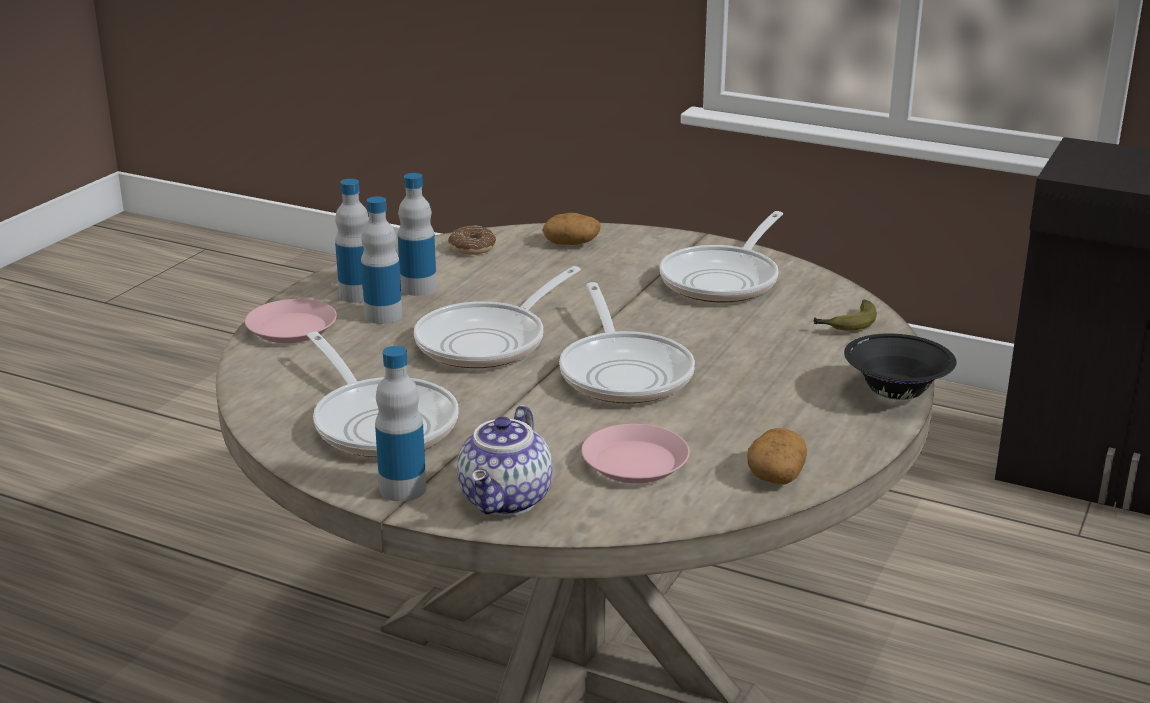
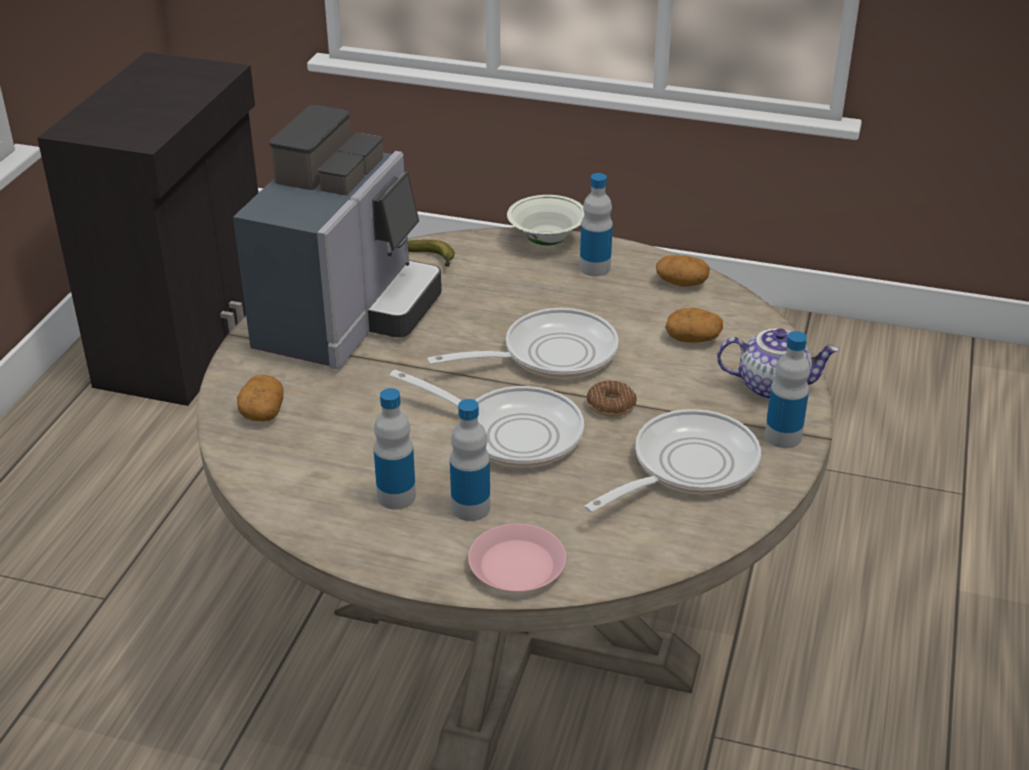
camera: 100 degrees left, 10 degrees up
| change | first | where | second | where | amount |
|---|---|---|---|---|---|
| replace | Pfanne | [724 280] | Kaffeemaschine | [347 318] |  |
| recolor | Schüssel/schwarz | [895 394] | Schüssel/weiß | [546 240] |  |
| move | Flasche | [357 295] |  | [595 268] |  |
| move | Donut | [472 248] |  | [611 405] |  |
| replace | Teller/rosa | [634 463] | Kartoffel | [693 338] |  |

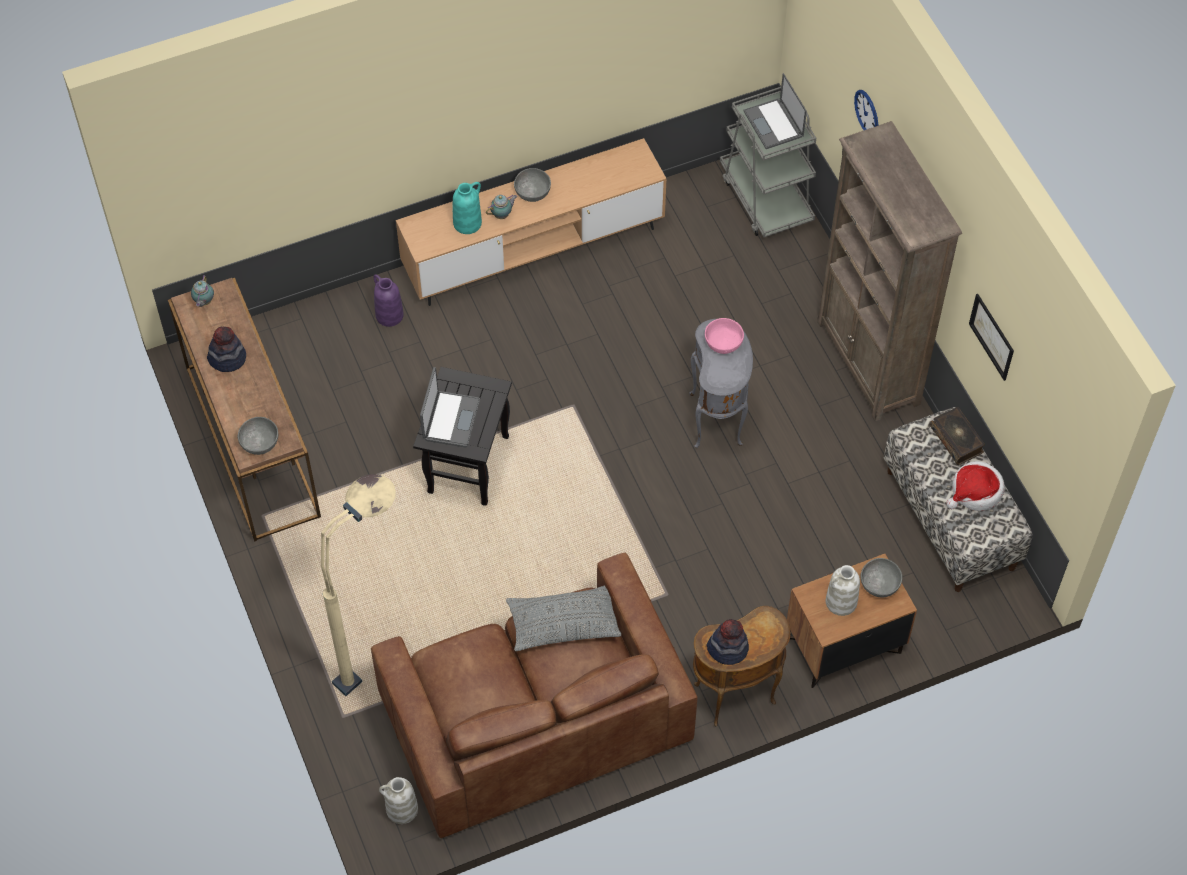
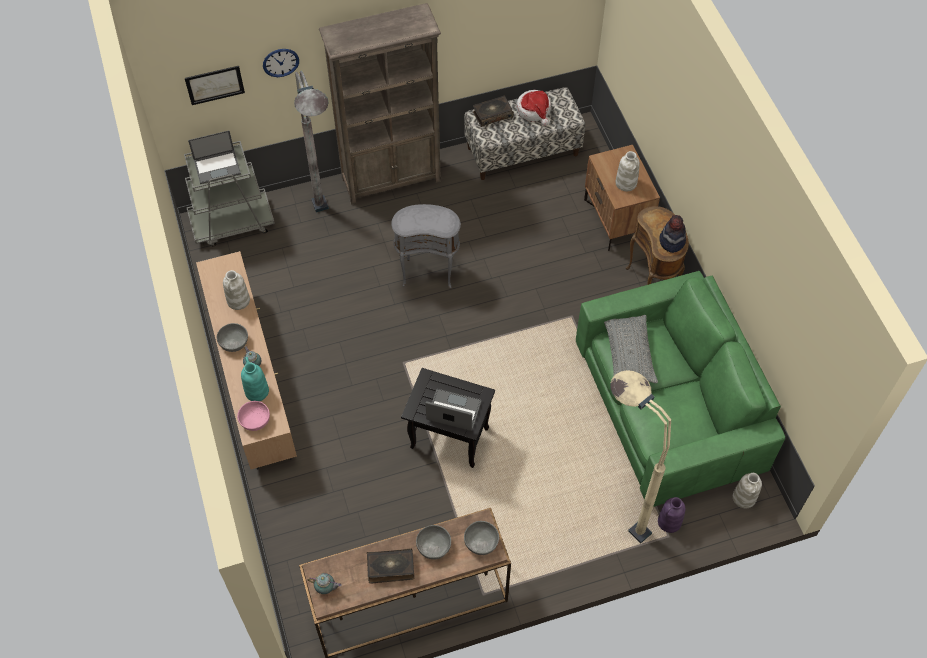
camera: 85 degrees left, 0 degrees up
| change | first | where | second | where | amount |
|---|---|---|---|---|---|
| move | Bild | [991 336] |  | [214 85] |  |
| insert |  |  | Vase/weiß | [238 301] |  |
| move | Schüssel/rosa | [723 342] |  | [255 420] |  |
| insert |  |  | Stehlampe/grau | [328 228] |  |
| replace | Hut | [227 358] | Buch | [390 568] |  |
| move | Schüssel/grau | [879 584] |  | [434 546] |  |
| recolor | Sofa/braun | [534 718] | Sofa/grün | [669 406] |  |
| move | Vase/lila | [389 315] |  | [669 522] |  |

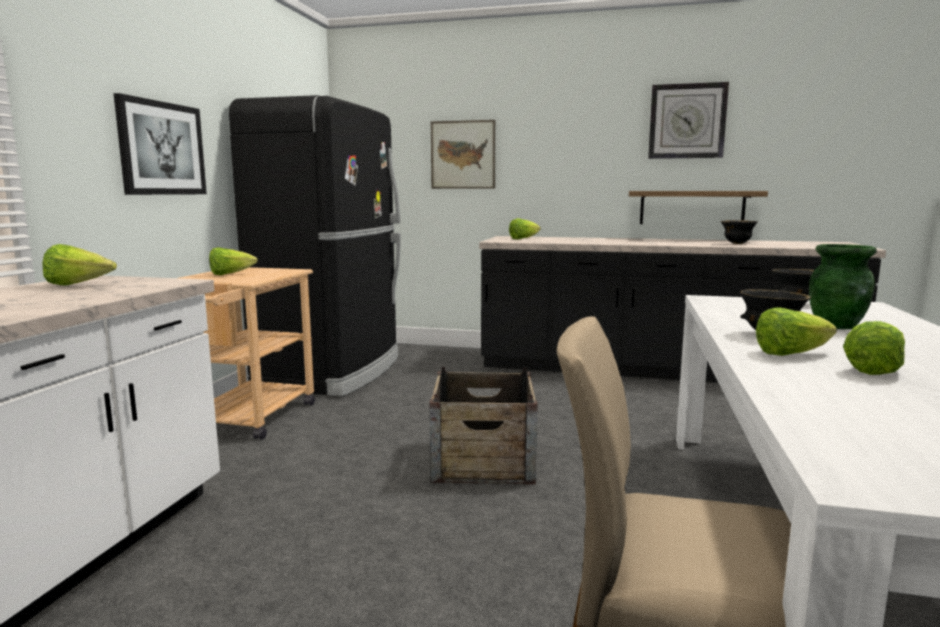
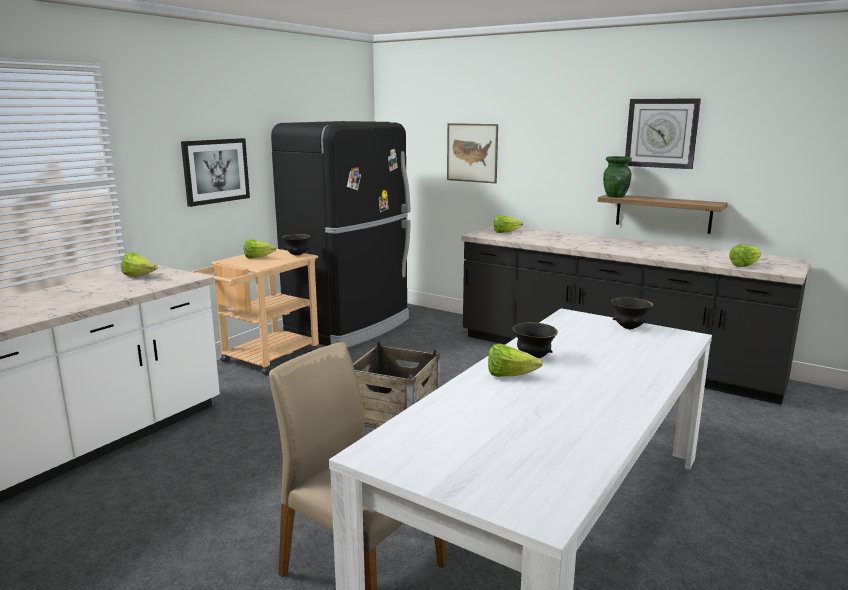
camera: 20 degrees right, 5 degrees up
| change | first | where | second | where | amount |
|---|---|---|---|---|---|
| move | Schüssel/schwarz | [737 244] |  | [297 255] |  |
| move | Vase/grün | [837 325] |  | [616 196] |  |
| move | Salatkopf | [874 369] |  | [744 265] |  |

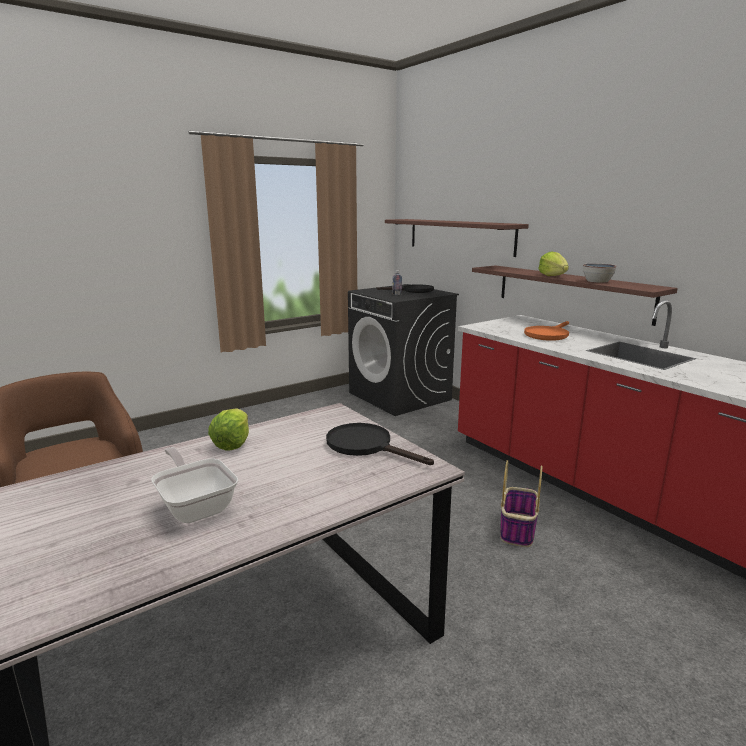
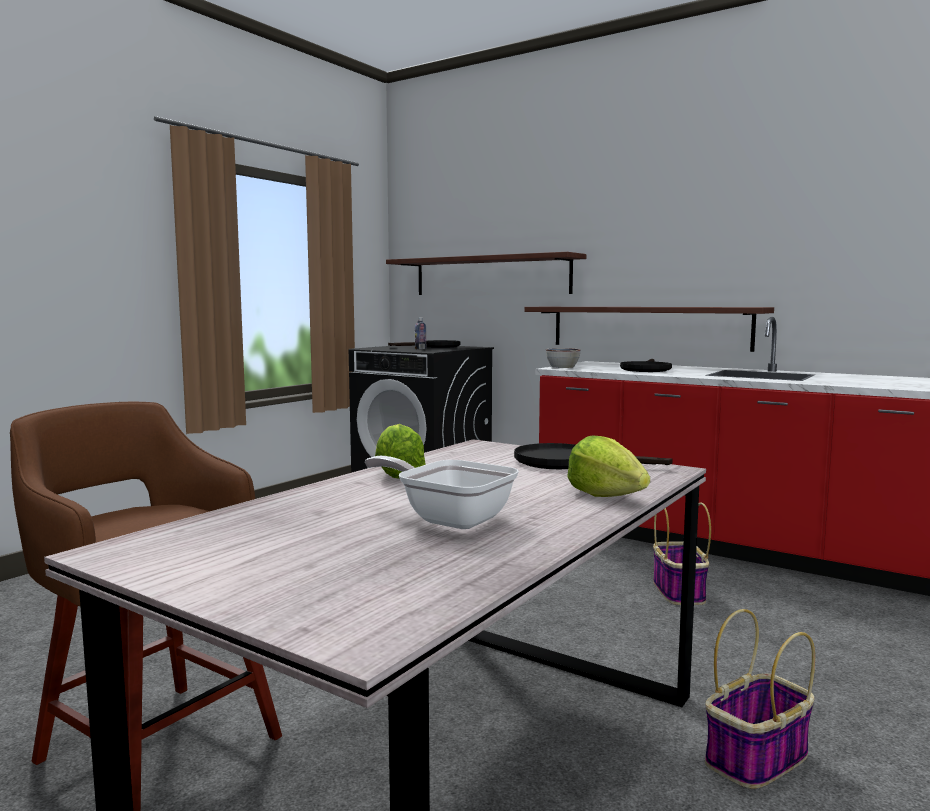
camera: 20 degrees left, 10 degrees down
| change | first | where | second | where | amount |
|---|---|---|---|---|---|
| move | Schüssel | [597 281] |  | [562 367] |  |
| move | Salatkopf | [553 276] |  | [606 495] |  |
| recolor | Pfanne/orange | [548 334] | Pfanne/schwarz | [645 369] |  |
| insert |  |  | Korb | [756 759] |  |

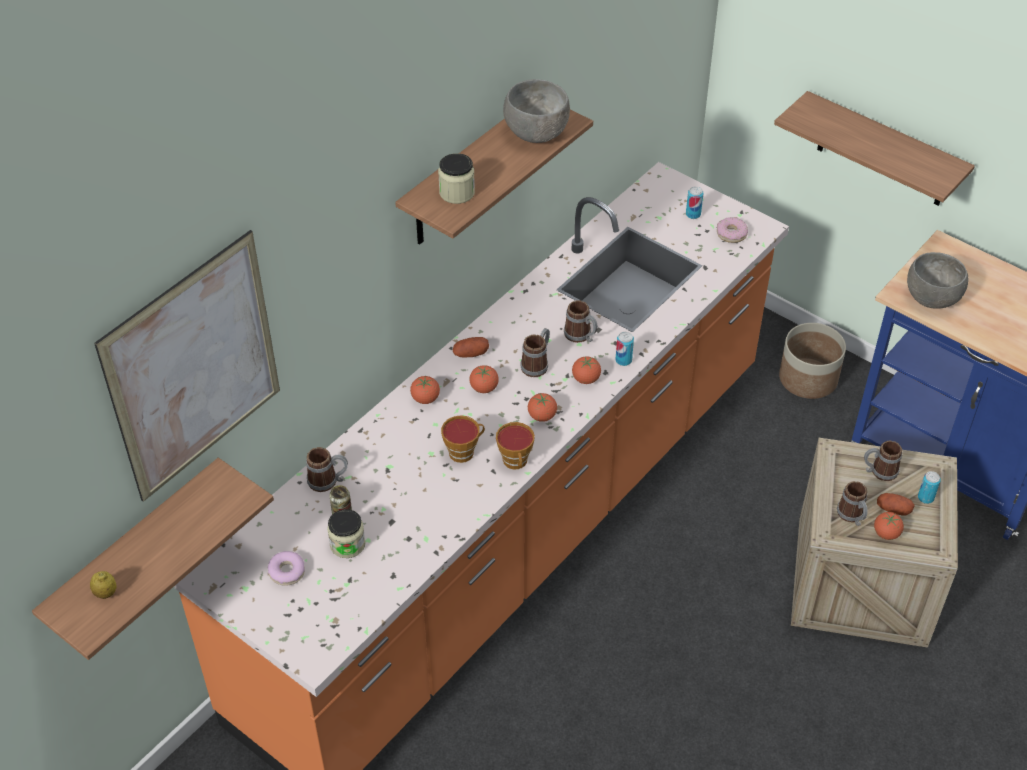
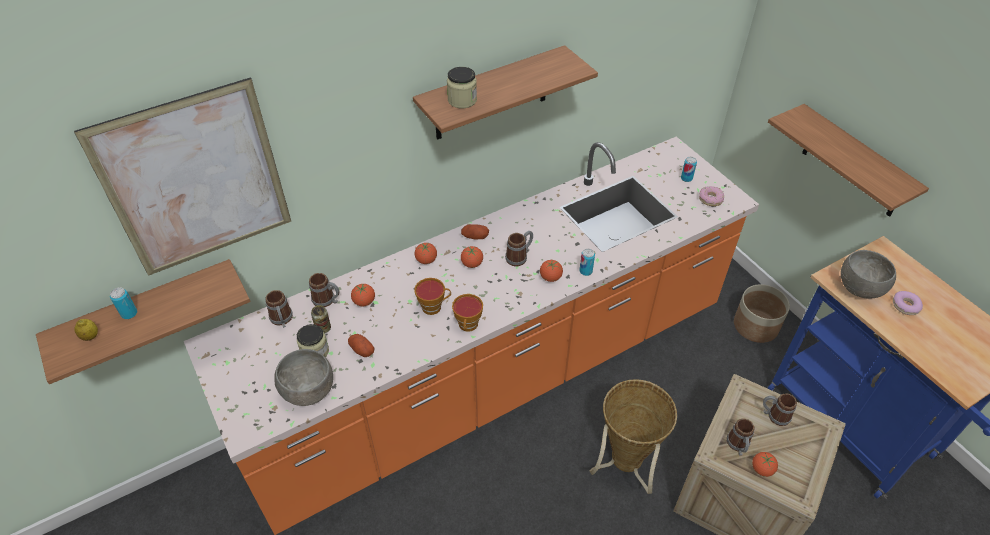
camera: 20 degrees right, 0 degrees up
| change | first | where | second | where | amount |
|---|---|---|---|---|---|
| move | Dose | [925 497] |  | [129 313] |  |
| move | Henkelbecher | [581 336] |  | [282 320] |  |
| move | Schüssel/grau | [536 134] |  | [308 392] |  |
| move | Kartoffel | [893 509] |  | [362 350] |  |
| move | Tomate | [542 416] |  | [364 302] |  |
| insert |  |  | Korb | [624 466] |  |
| move | Donut | [287 572] |  | [905 306] |  |

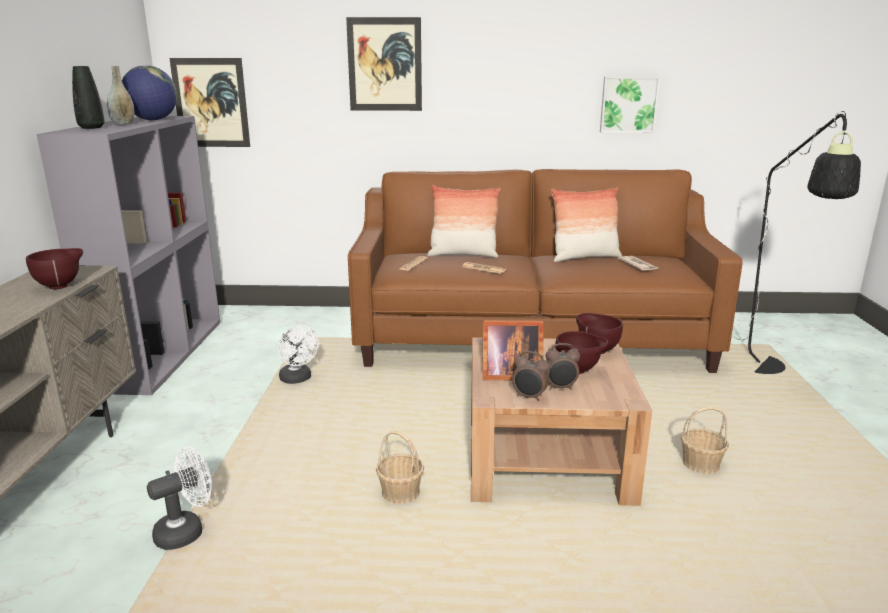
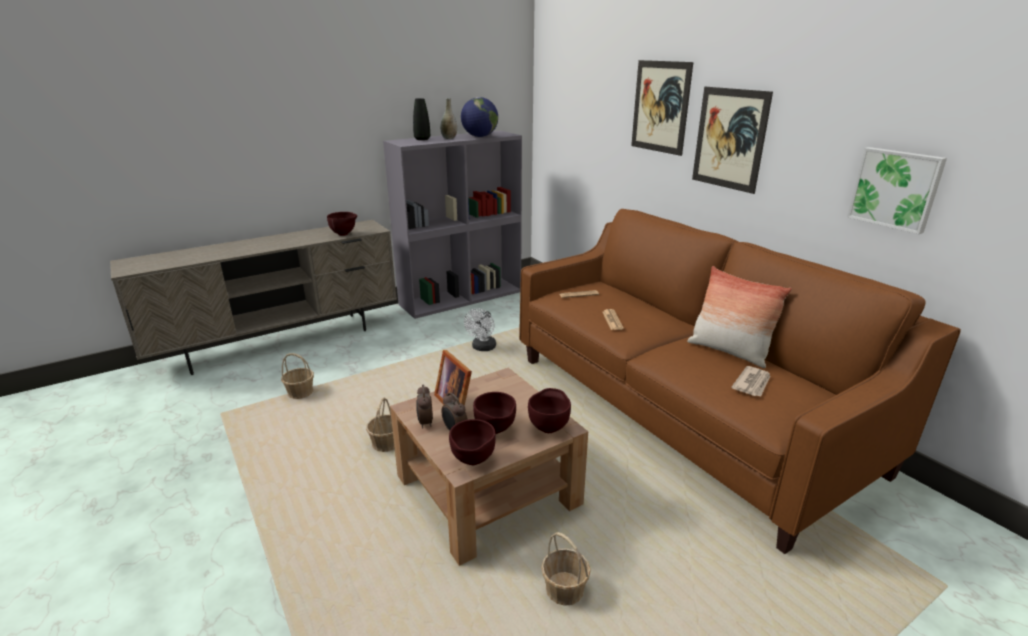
camera: 55 degrees right, 5 degrees up
| change | first | where | second | where | amount |
|---|---|---|---|---|---|
| replace | Ventilator/weiß | [186 531] | Korb | [300 393] |  |
| insert |  |  | Schüssel/braun | [472 462] |  |
| move | Bild | [211 103] |  | [729 139] |  |
| delete | Kissen | [463 255] |  |  |  |
| delete | Stehlampe/schwarz | [763 369] |  |  |  |

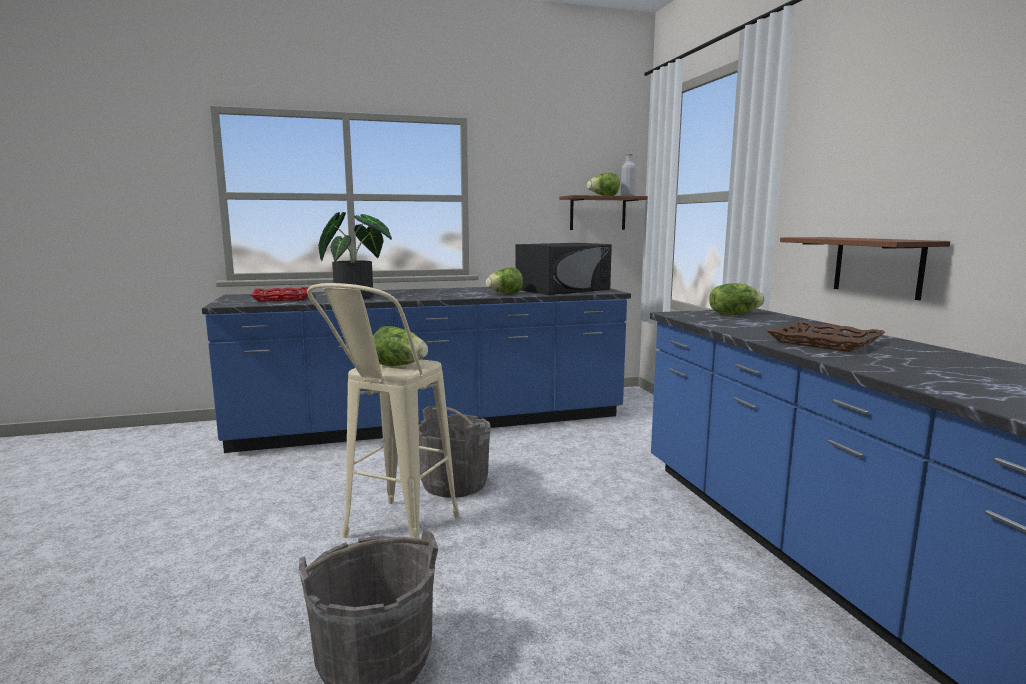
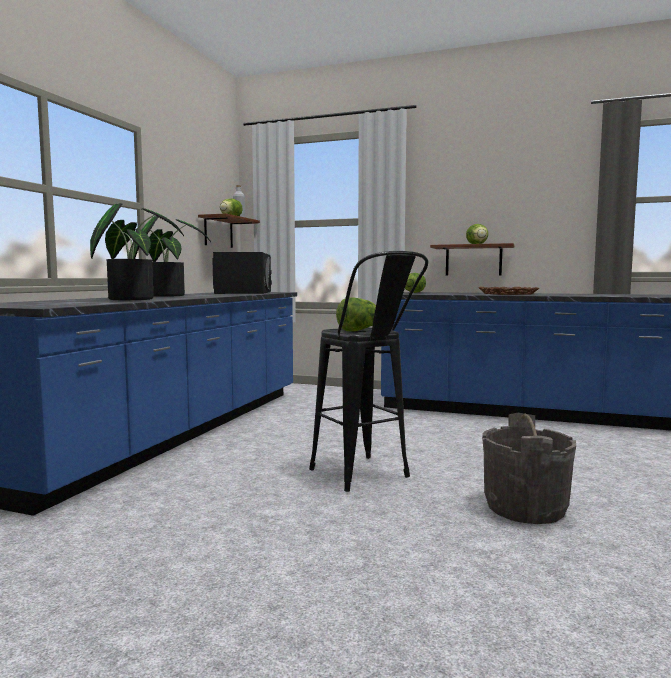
camera: 55 degrees left, 5 degrees down
| change | first | where | second | where | amount |
|---|---|---|---|---|---|
| insert |  |  | Topfpflanze | [168 295] |  |
| recolor | Hocker/beige | [392 535] | Hocker/schwarz | [367 478] |  |
| move | Salatkopf | [504 293] |  | [478 244] |  |
| delete | Tablett/rot | [282 298] |  |  |  |
| delete | Eimer/grau | [454 483] |  |  |  |

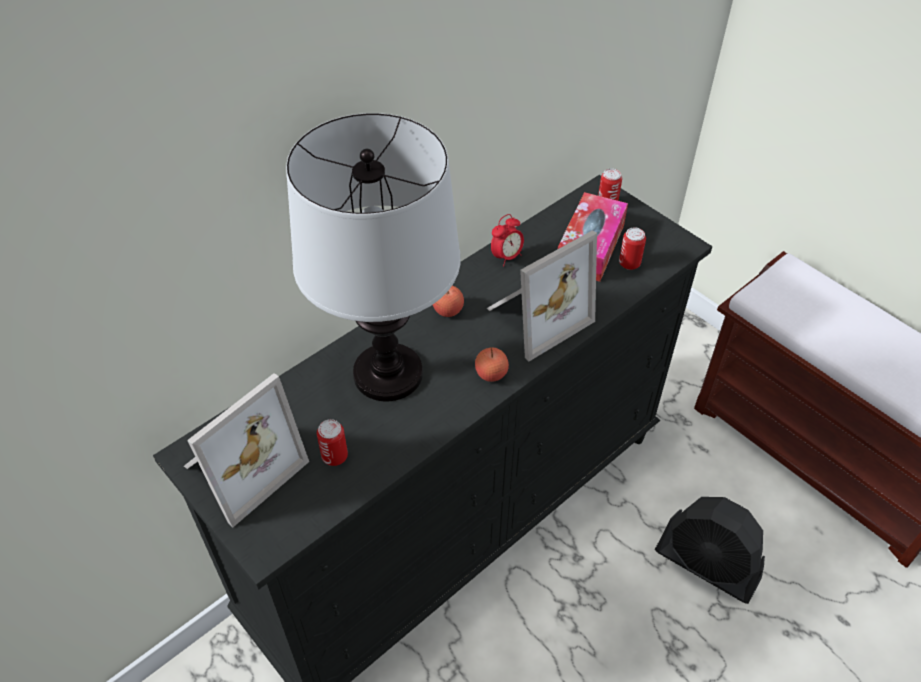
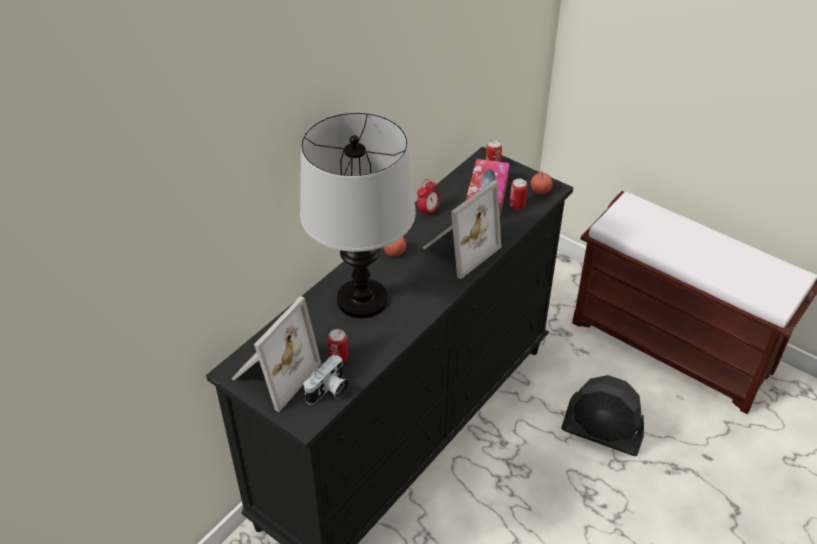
camera: 10 degrees left, 5 degrees down
| change | first | where | second | where | amount |
|---|---|---|---|---|---|
| insert |  |  | Kamera | [329 391] |  |
| move | Apfel | [491 374] |  | [540 191] |  |

